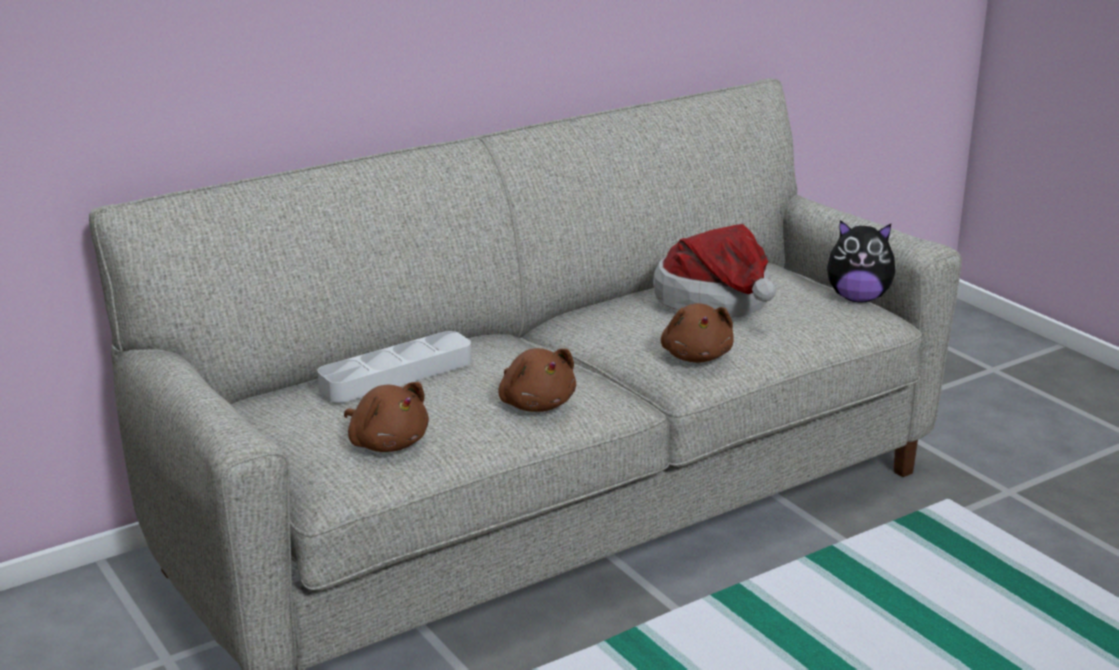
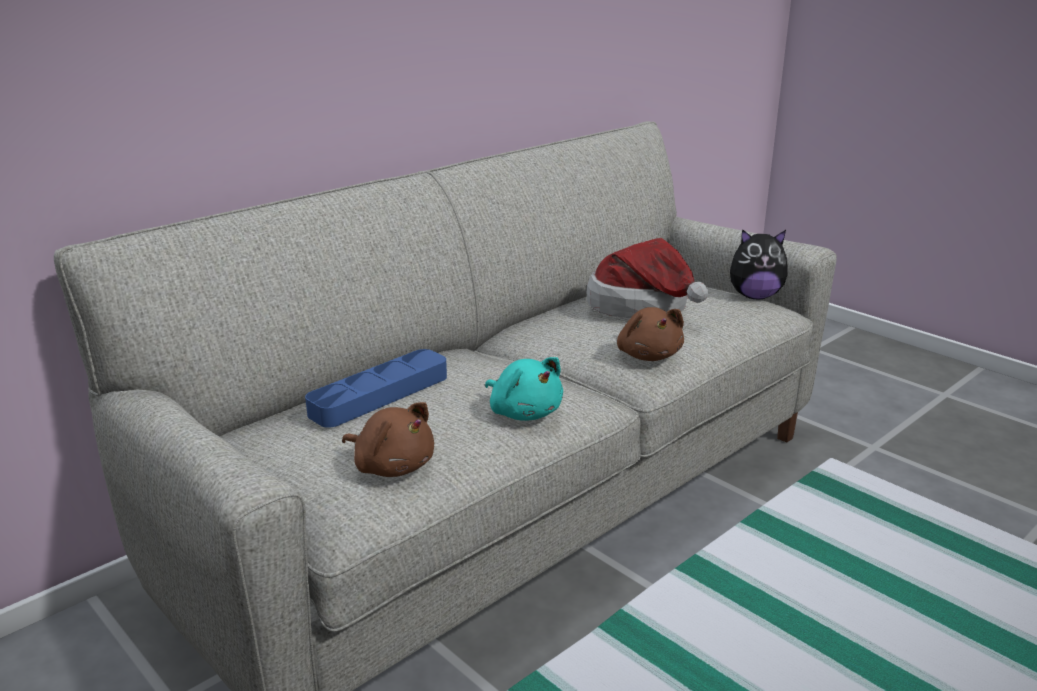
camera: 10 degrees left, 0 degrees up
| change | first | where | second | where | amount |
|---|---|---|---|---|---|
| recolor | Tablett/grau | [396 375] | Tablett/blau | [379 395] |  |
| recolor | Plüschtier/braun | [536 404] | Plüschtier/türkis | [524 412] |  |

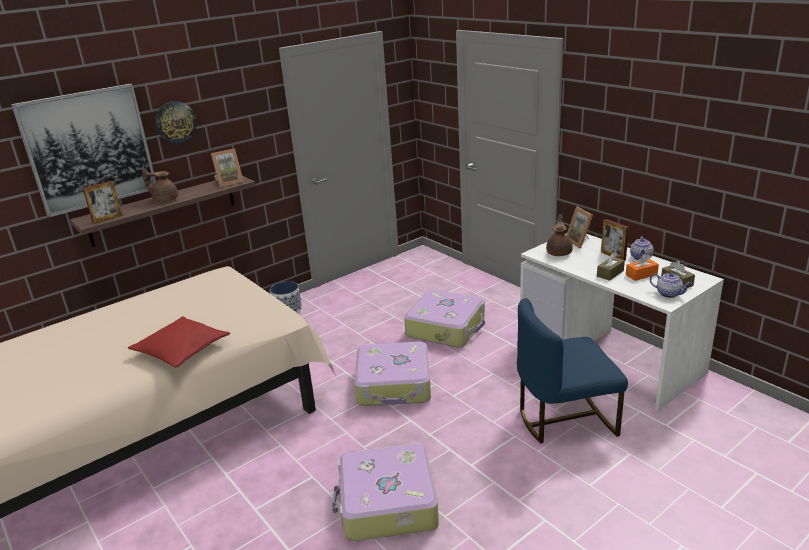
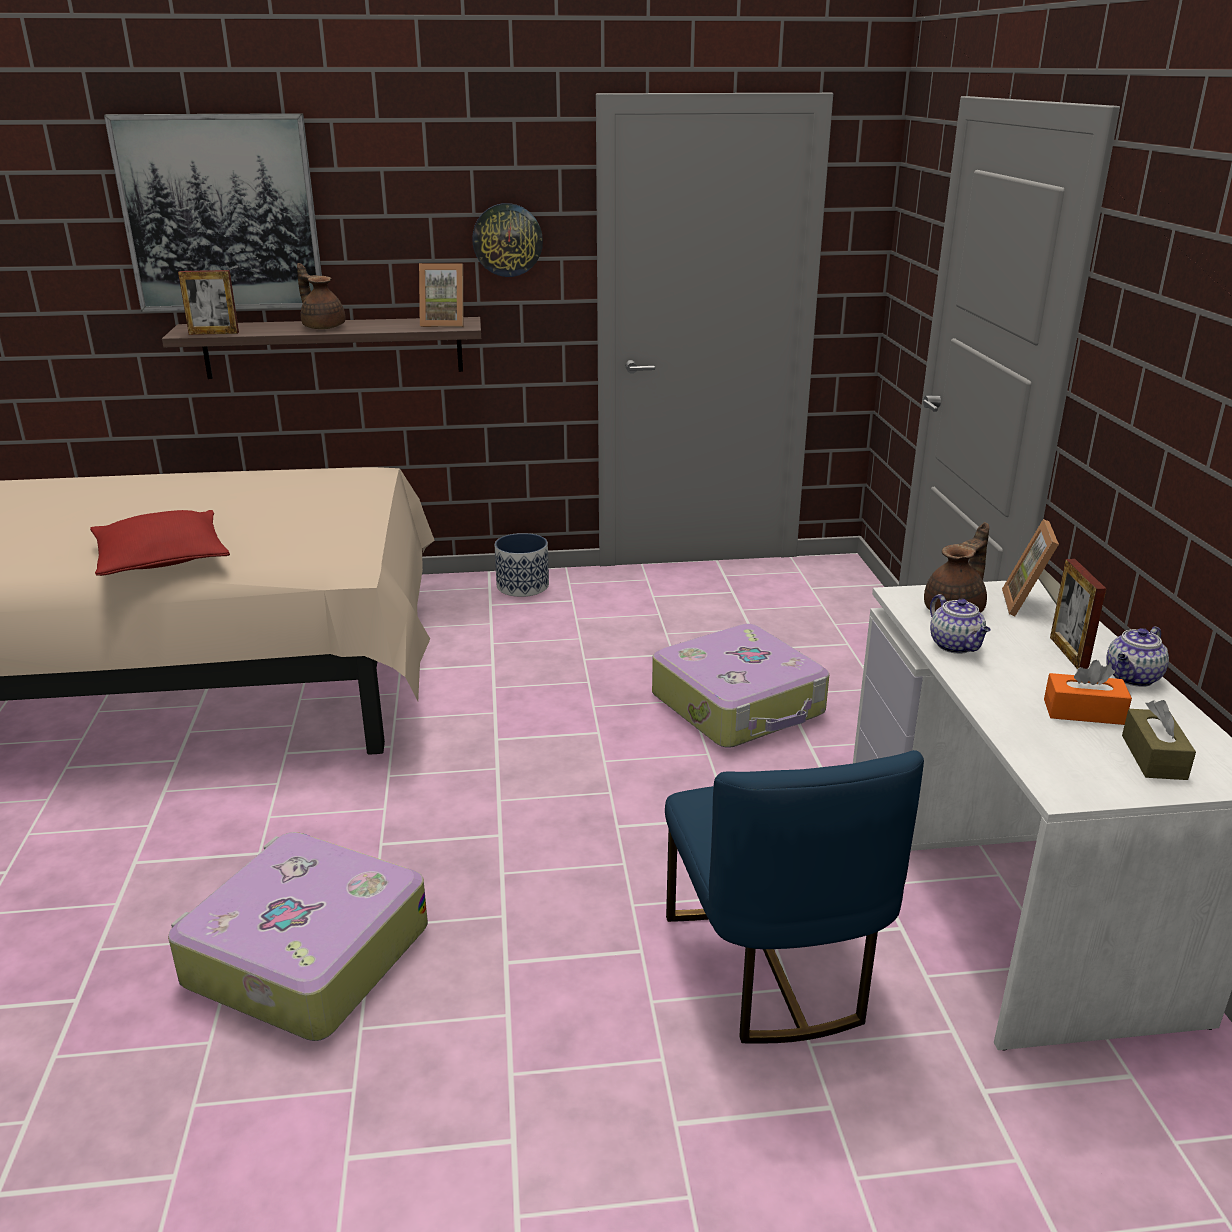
camera: 30 degrees right, 0 degrees up
| change | first | where | second | where | amount |
|---|---|---|---|---|---|
| move | Wanduhr | [175 122] |  | [507 240] |  |
| rotate | Stuhl/blau | [565 419] |  | [772 966] | 120 degrees counterclockwise |
| move | Teekanne | [669 294] |  | [956 646] |  |
| delete | Koffer | [394 385] |  |  |  |
| delete | Taschentuchbox/braun | [610 273] |  |  |  |

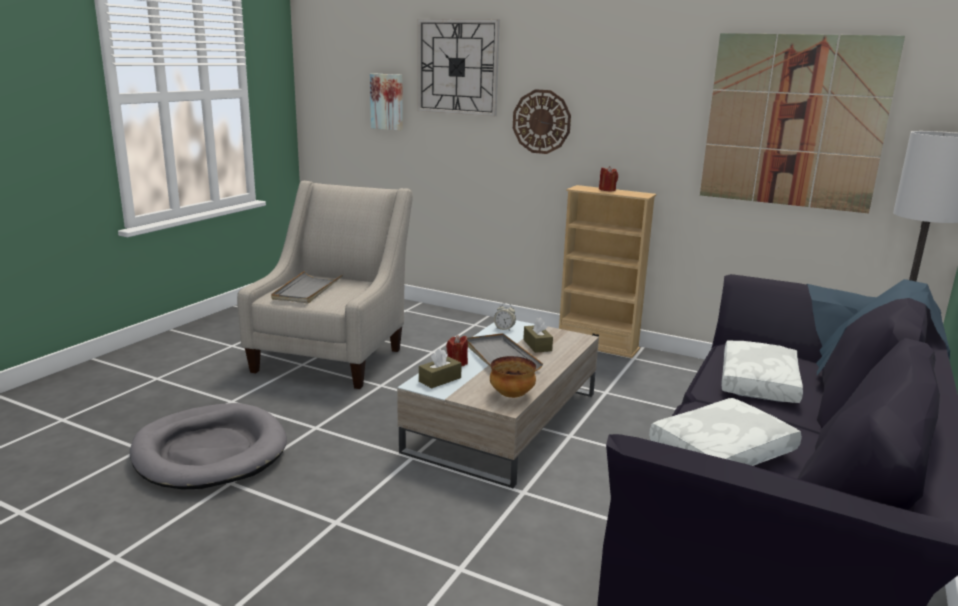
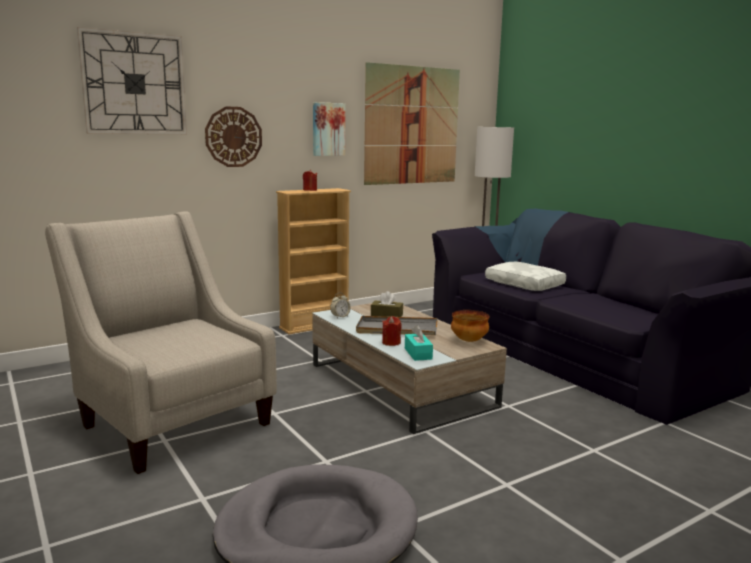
camera: 60 degrees left, 5 degrees down
| change | first | where | second | where | amount |
|---|---|---|---|---|---|
| move | Bild | [387 101] |  | [328 129] |  |
| recolor | Taschentuchbox/braun | [440 379] | Taschentuchbox/türkis | [418 354] |  |
| delete | Tablett/grau | [307 290] |  |  |  |
| delete | Kissen/weiß | [723 452] |  |  |  |

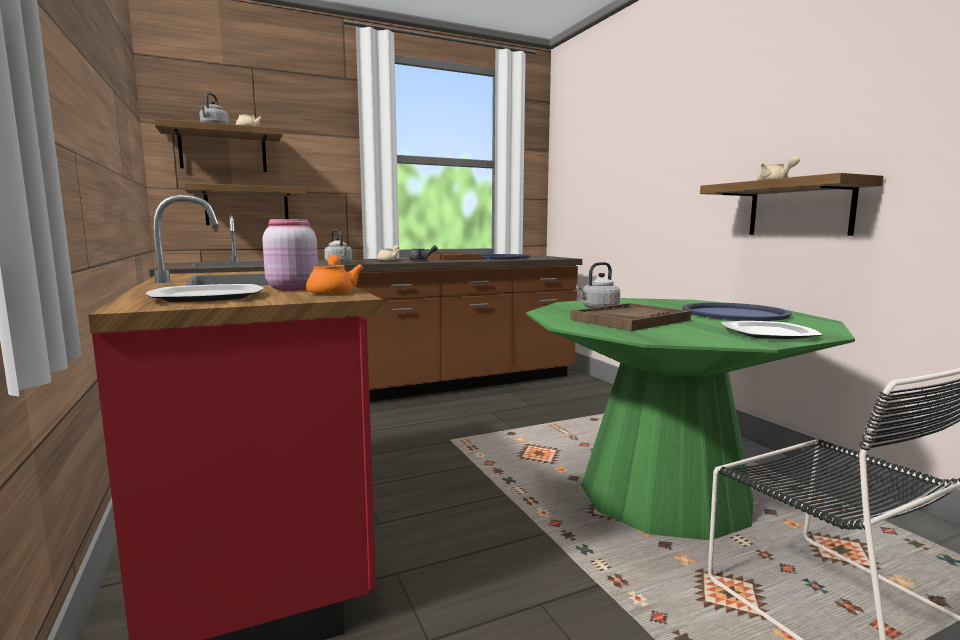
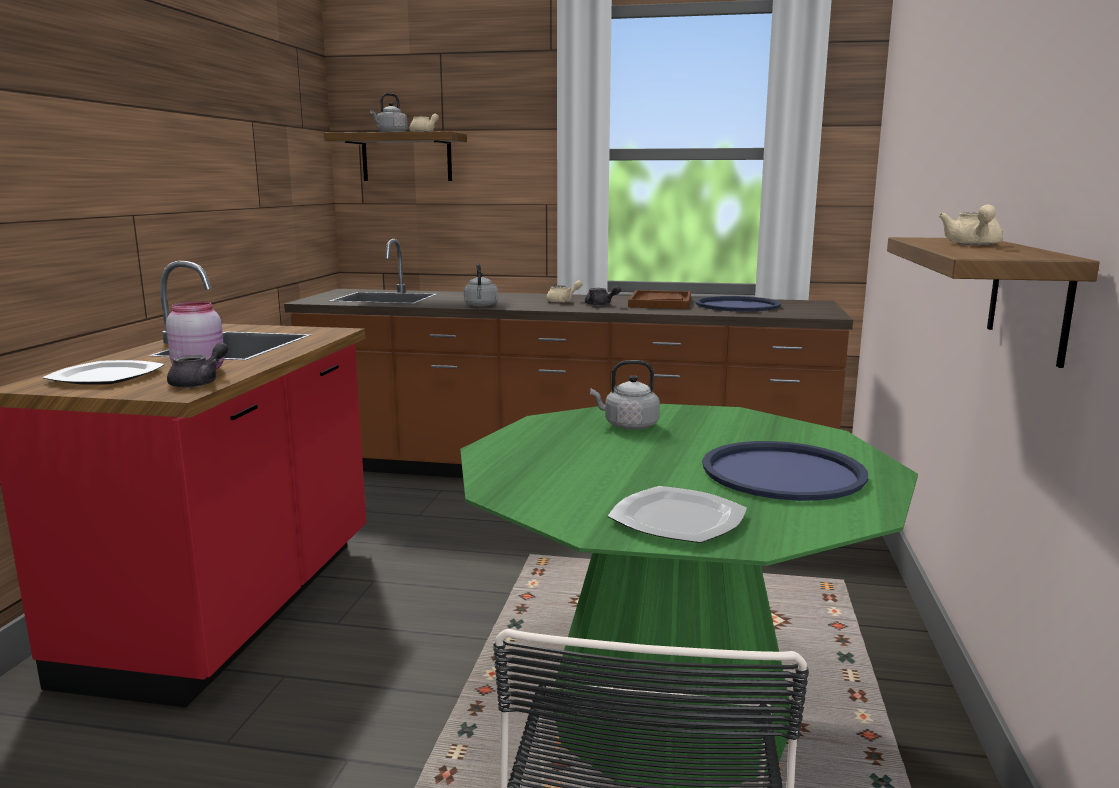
camera: 35 degrees right, 5 degrees up
| change | first | where | second | where | amount |
|---|---|---|---|---|---|
| recolor | Teekanne/orange | [332 292] | Teekanne/grau | [200 383] |  |
| delete | Wandregal | [247 206] |  |  |  |
| delete | Tablett/braun | [630 320] |  |  |  |

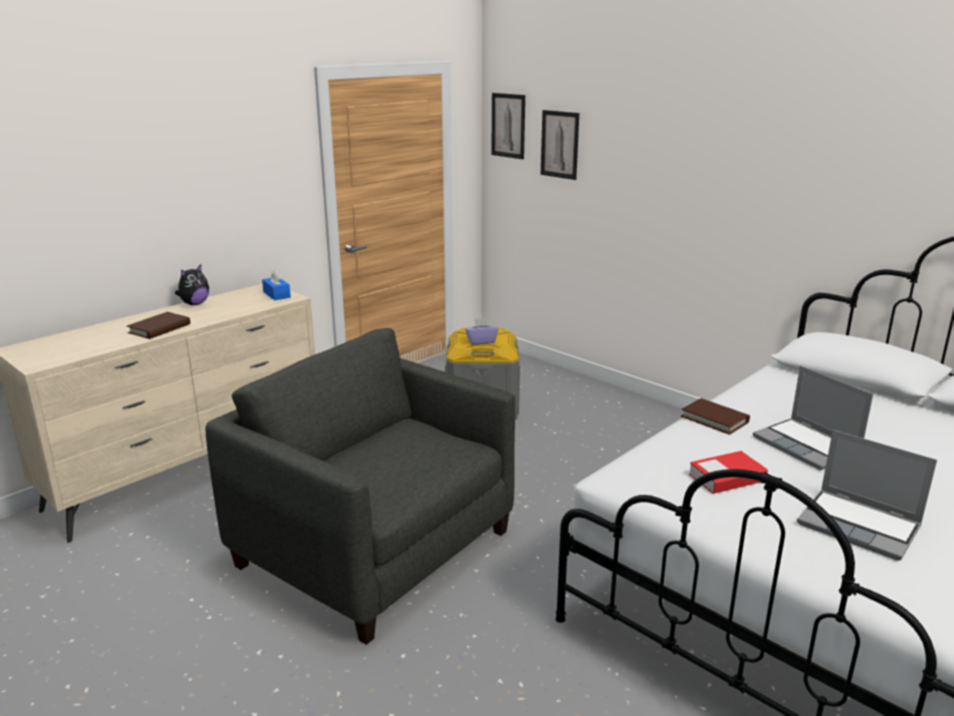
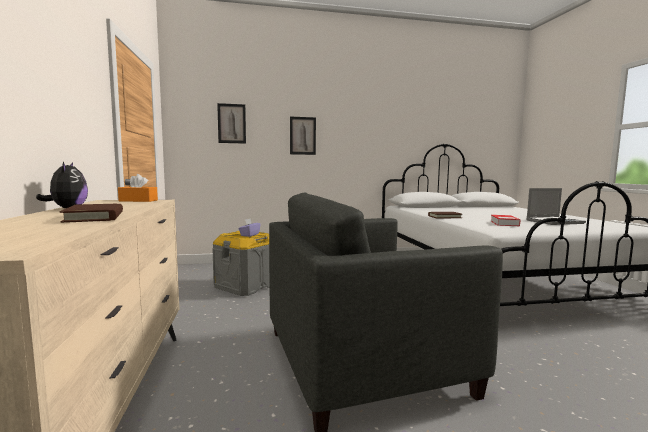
camera: 55 degrees left, 15 degrees down
| change | first | where | second | where | amount |
|---|---|---|---|---|---|
| recolor | Taschentuchbox/blau | [276 295] | Taschentuchbox/orange | [138 200] |  |
| move | Bild | [508 125] |  | [302 135] |  |
| delete | Laptop | [808 446] |  |  |  |

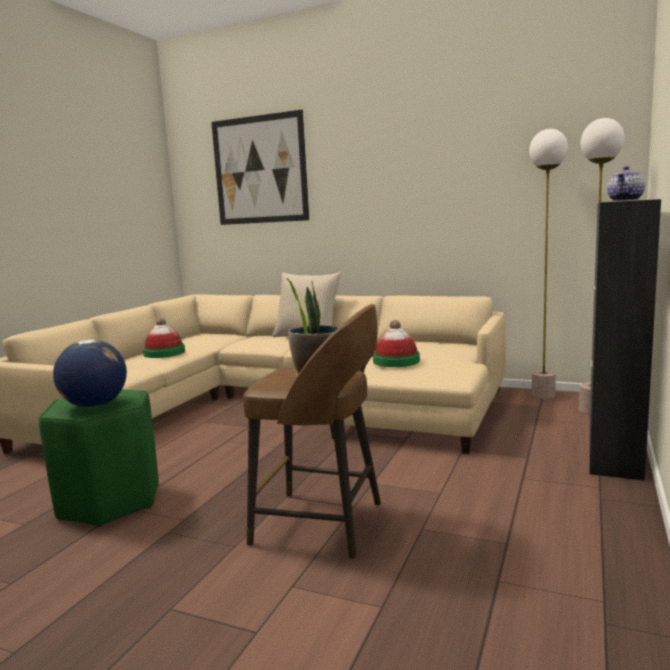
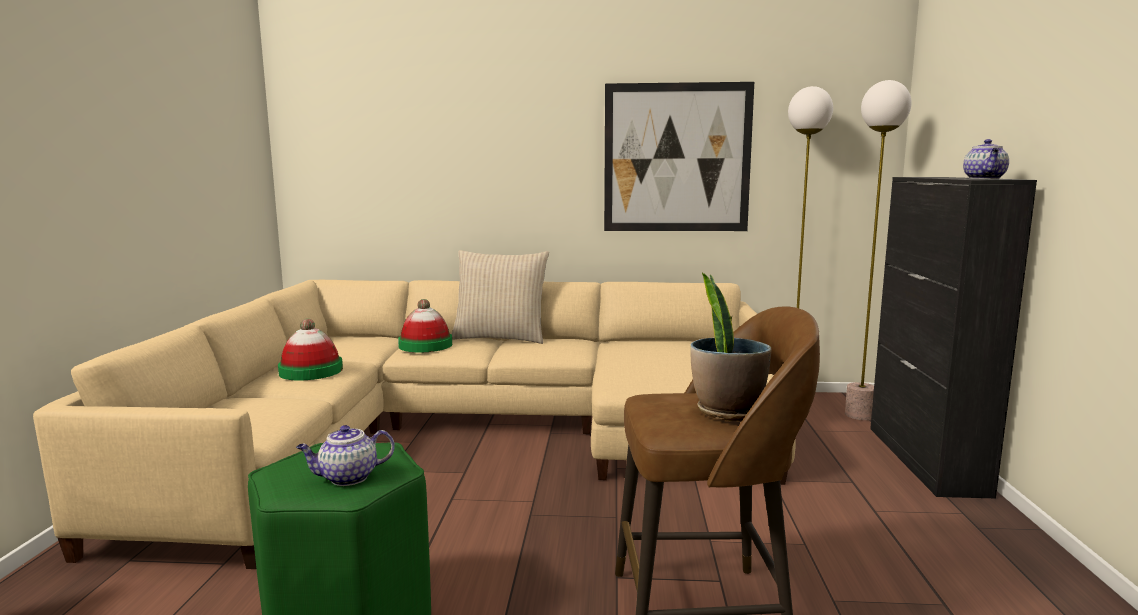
camera: 20 degrees left, 0 degrees up
| change | first | where | second | where | amount |
|---|---|---|---|---|---|
| replace | Globus | [94 405] | Teekanne | [347 478] |  |
| move | Hut | [396 361] |  | [425 345] |  |
| move | Bild | [260 170] |  | [677 158] |  |

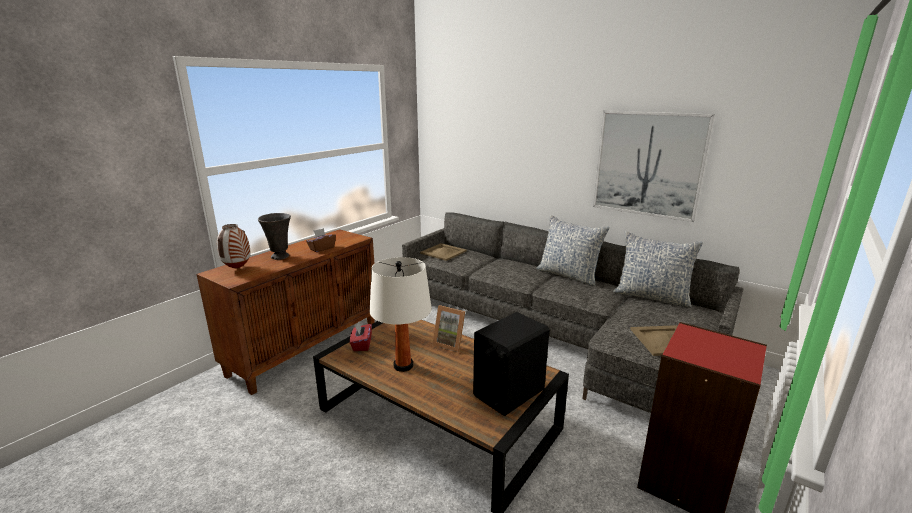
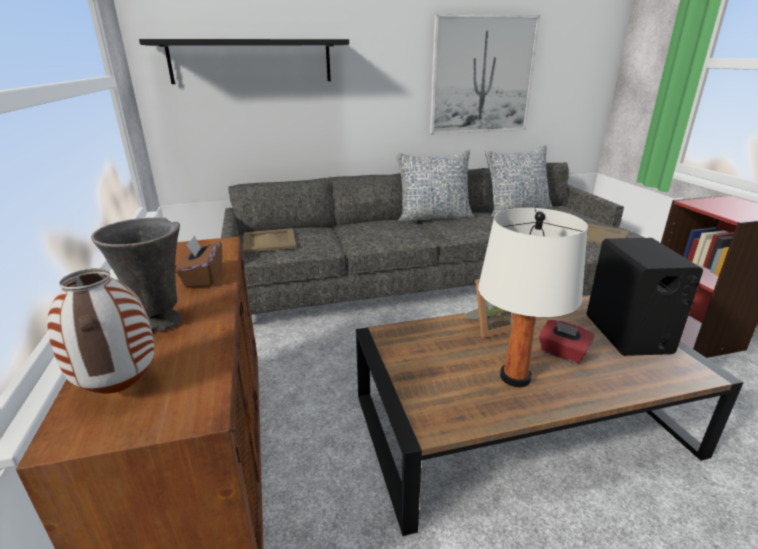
camera: 50 degrees left, 5 degrees up
| change | first | where | second | where | amount |
|---|---|---|---|---|---|
| insert |  |  | Wandregal/schwarz | [251 61] |  |
| move | Taschentuchbox/rot | [361 345] |  | [562 353] |  |

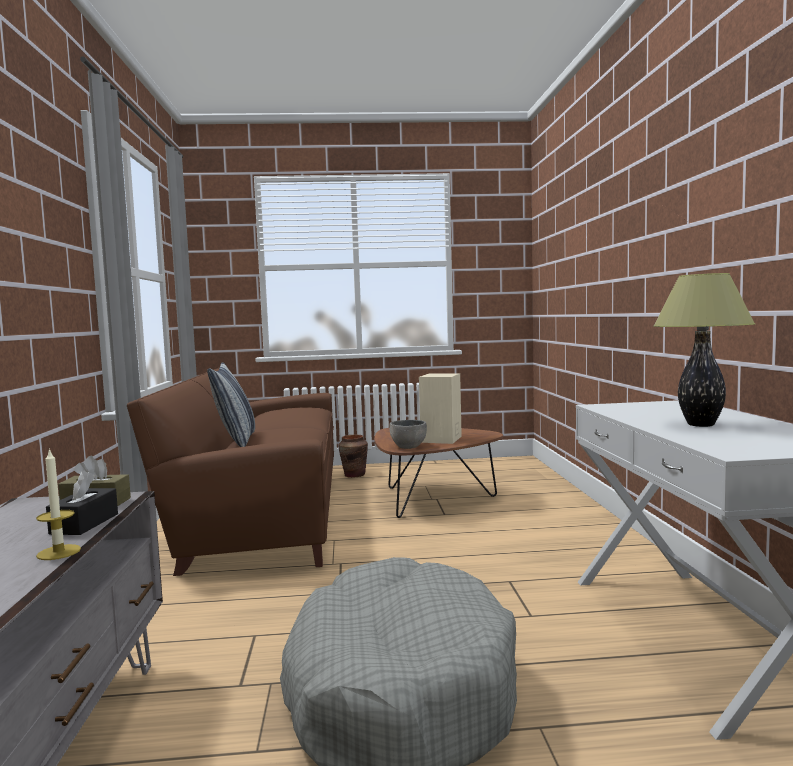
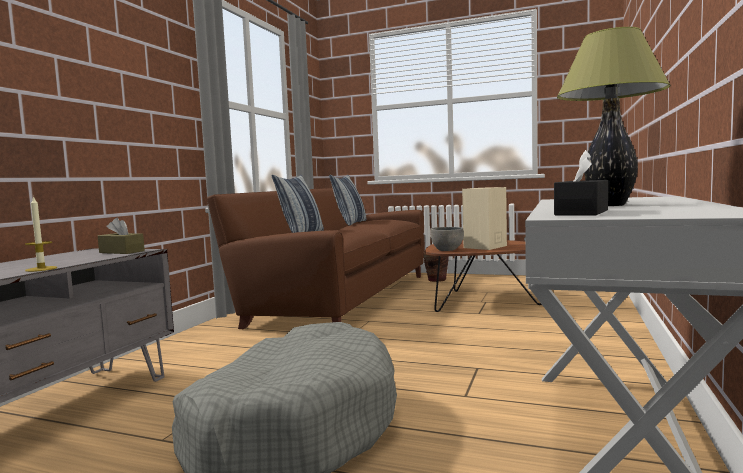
camera: 25 degrees right, 0 degrees up
| change | first | where | second | where | amount |
|---|---|---|---|---|---|
| insert |  |  | Kissen | [350 223] |  |
| move | Taschentuchbox/schwarz | [84 524] |  | [582 212] |  |

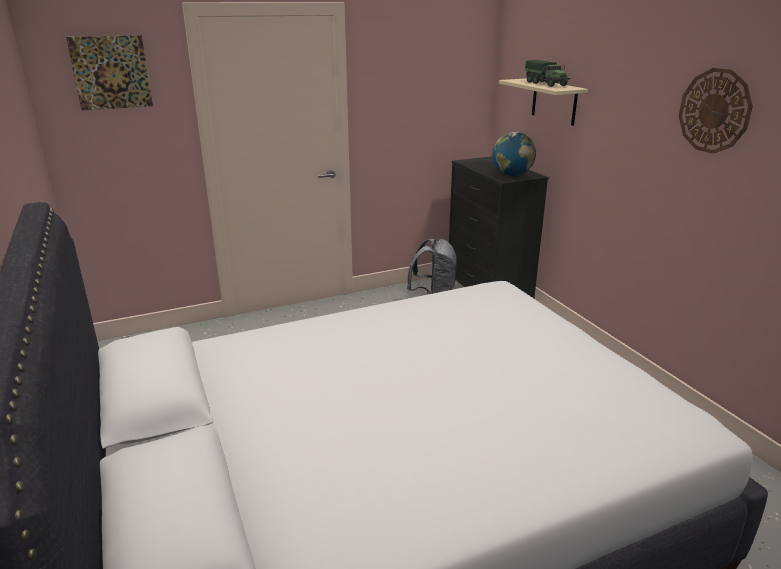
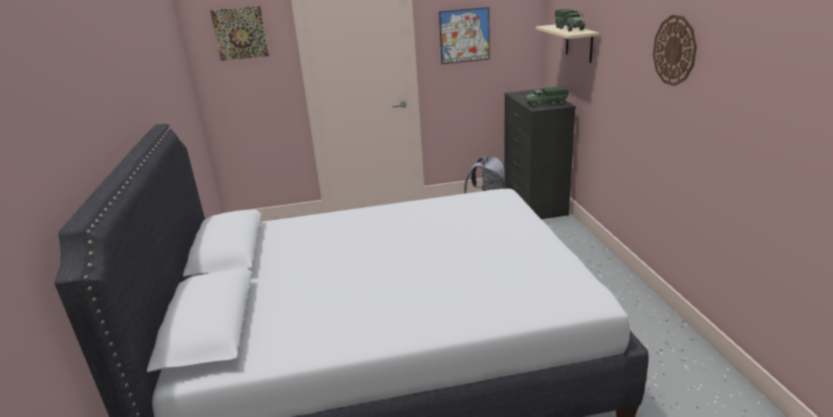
camera: 15 degrees right, 0 degrees up
| change | first | where | second | where | amount |
|---|---|---|---|---|---|
| insert |  |  | Bild | [464 35] |  |
| replace | Globus | [512 175] | Spielzeuglaster | [545 104] |  |

